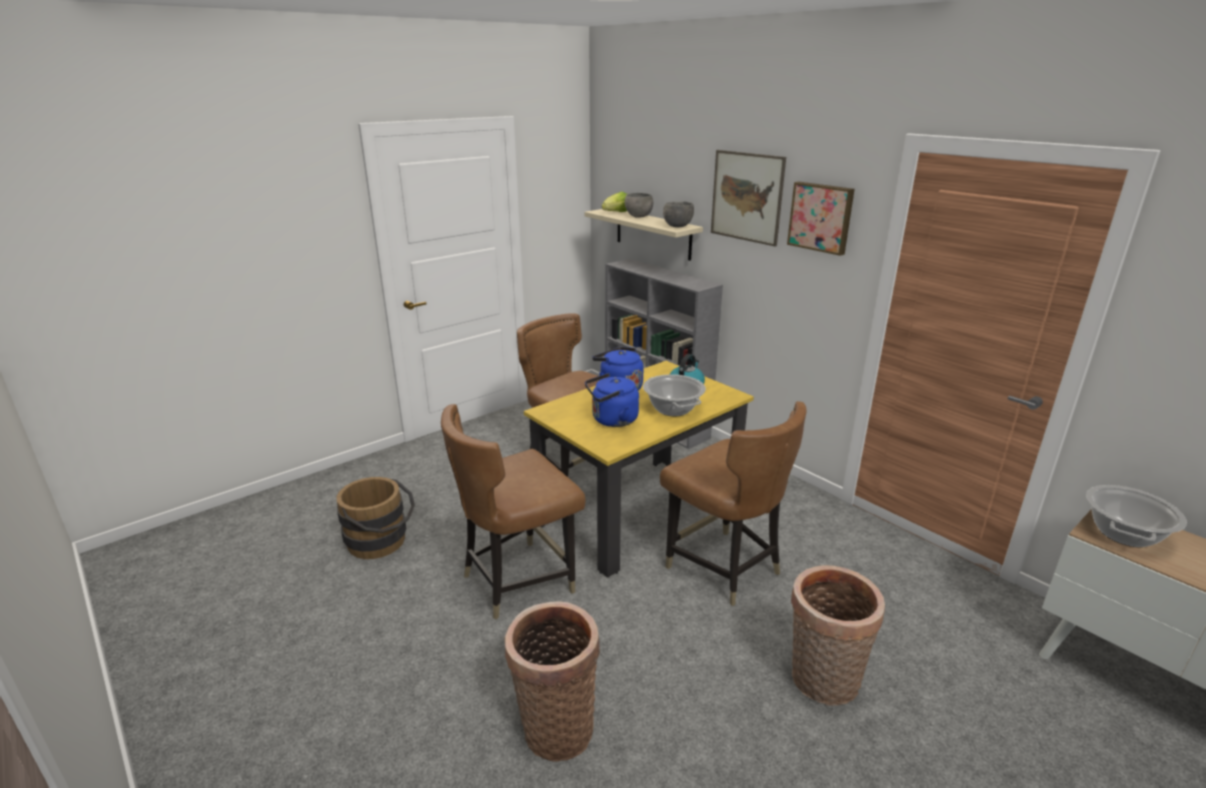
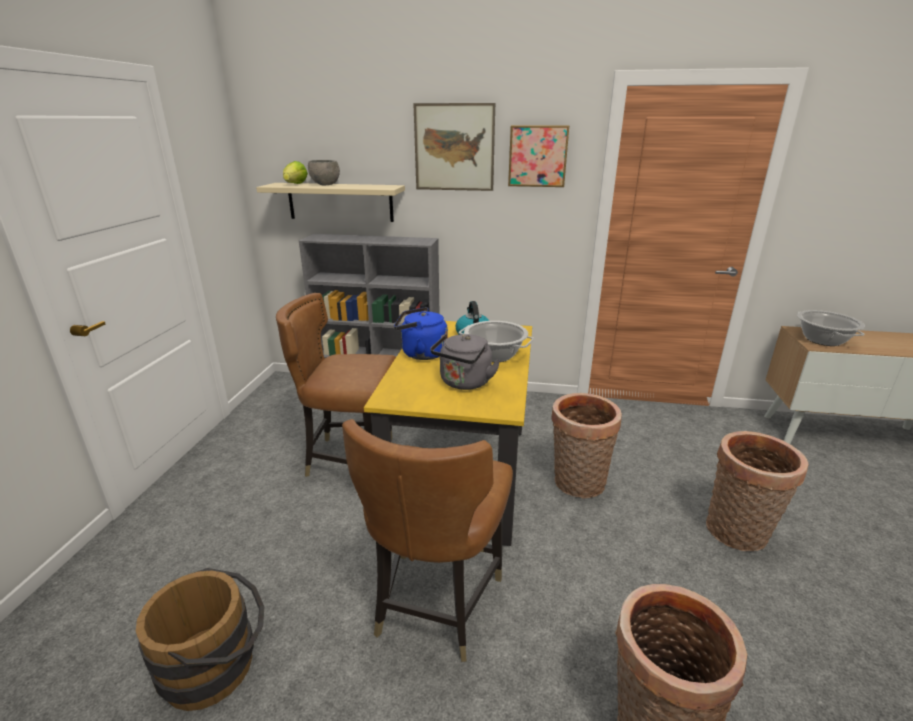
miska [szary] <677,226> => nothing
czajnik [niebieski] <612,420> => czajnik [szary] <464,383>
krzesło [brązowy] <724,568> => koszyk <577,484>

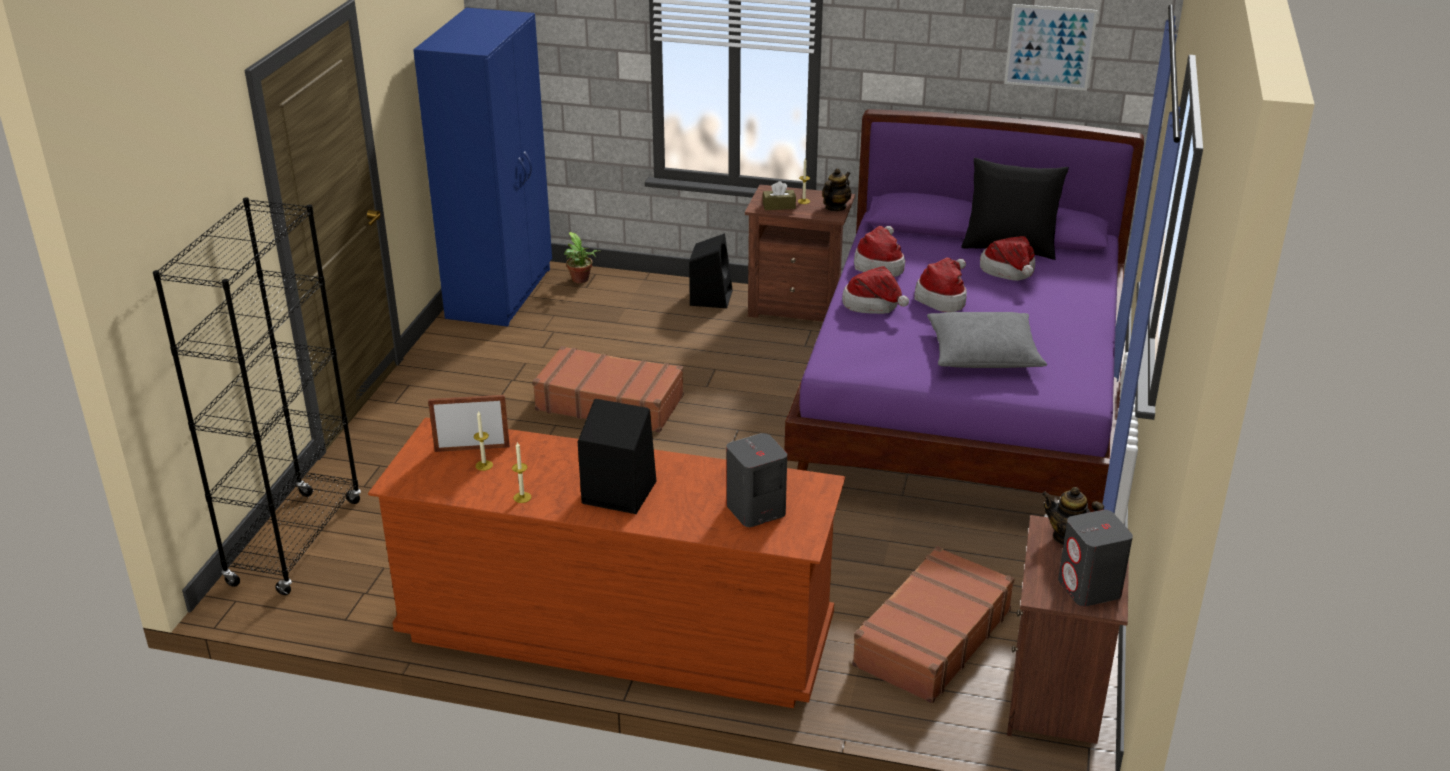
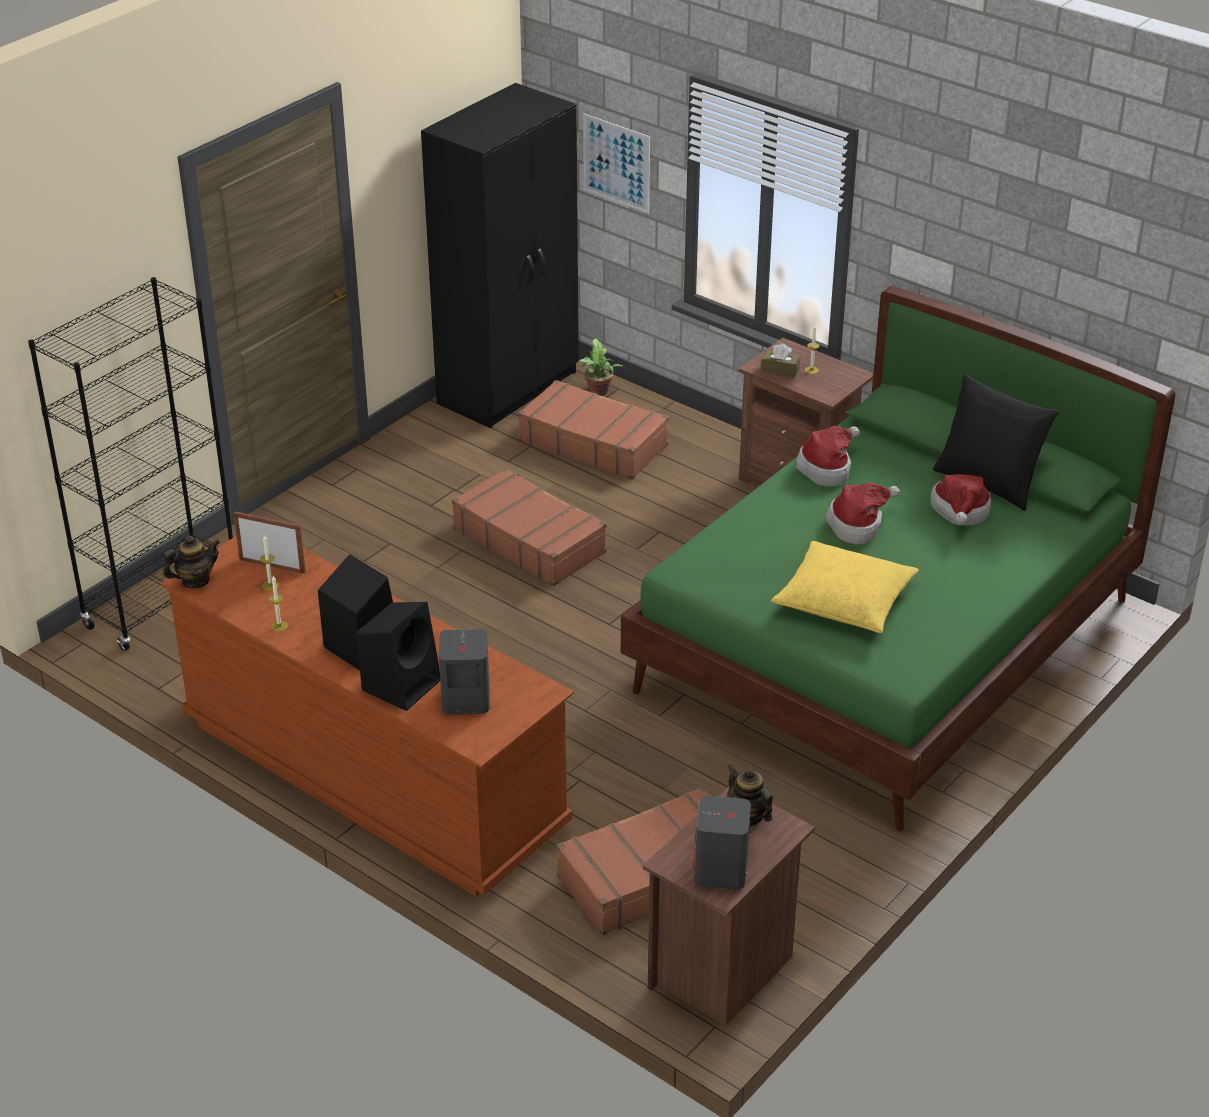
obraz <1050,47> => obraz <616,163>, move
szafa [niebieski] <501,293> => szafa [czarny] <510,388>
łóżko [fioletowy] <964,406> => łóżko [zielony] <886,645>
imbryk <835,207> => imbryk <195,581>, move
głośnik [czarny] <711,297> => głośnik [czarny] <402,683>, move
kapelusz <874,305> => nothing
poduszka [szary] <983,353> => poduszka [żółty] <844,600>
nothing => walizka [brązowy] <593,443>

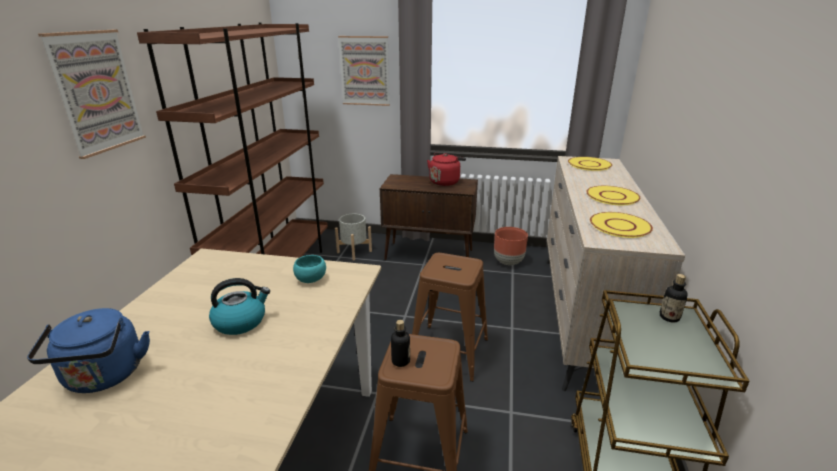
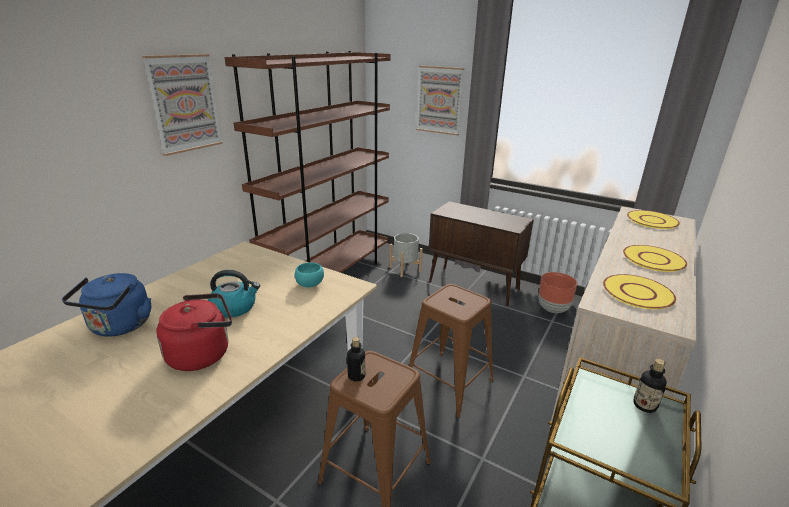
czajnik [czerwony] <445,181> => czajnik [czerwony] <203,354>, move

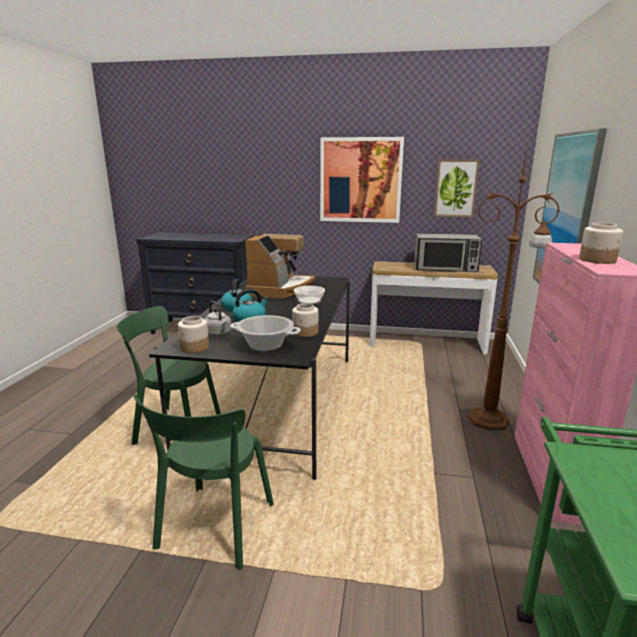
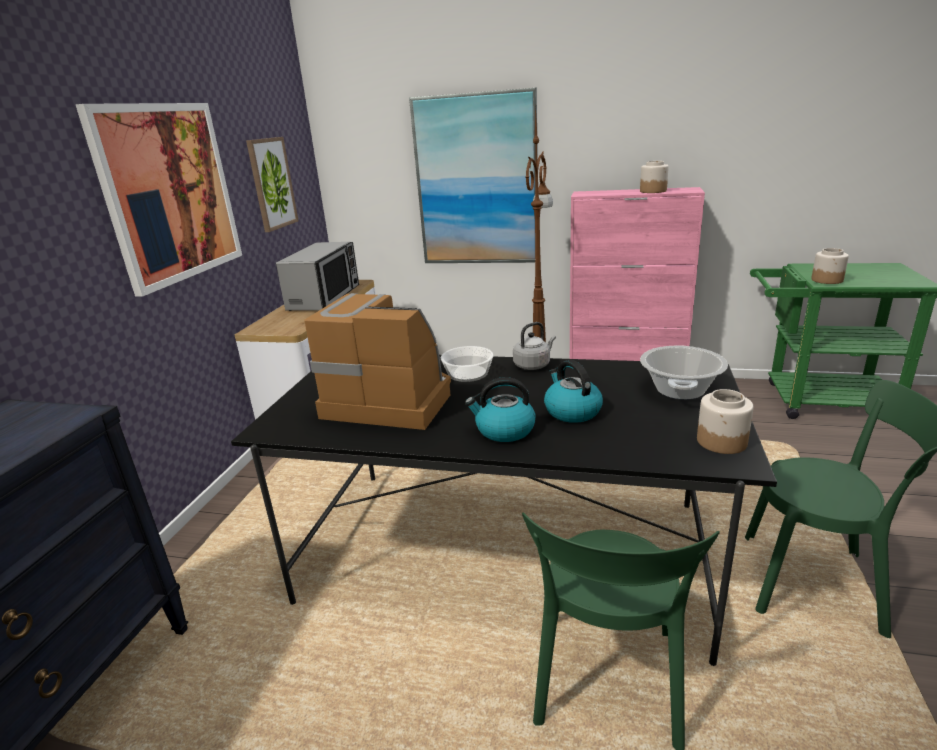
czajnik [szary] <218,334> => czajnik [szary] <533,365>, move
słoik <305,332> => słoik <827,280>, move

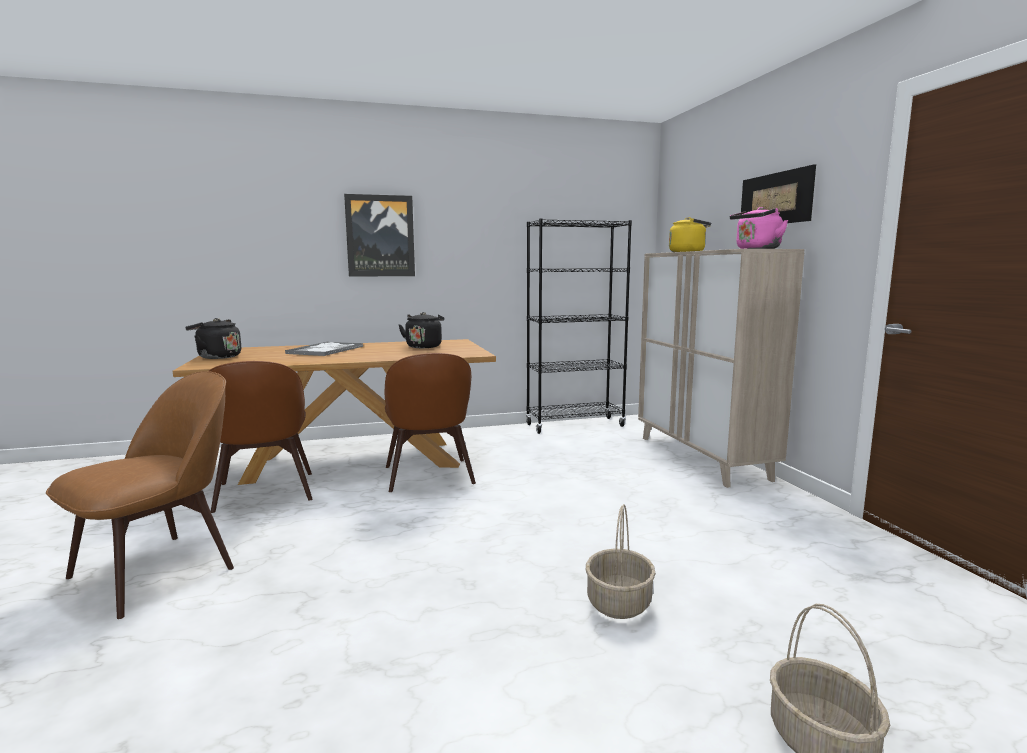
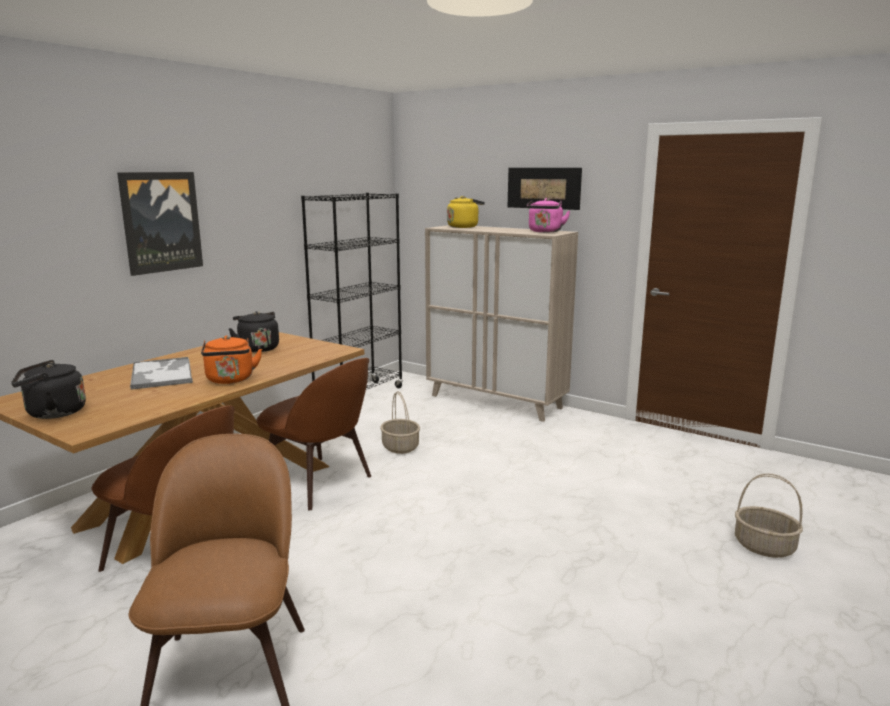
koszyk <619,603> => koszyk <401,447>, move
nothing => czajnik [pomarańczowy] <230,380>

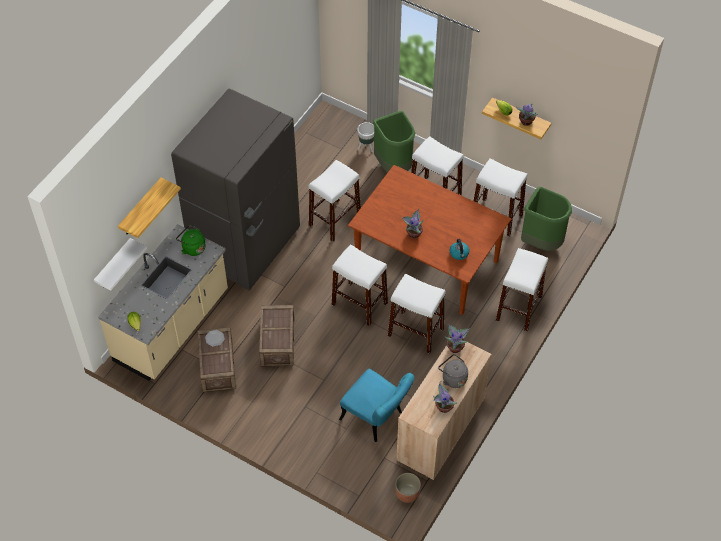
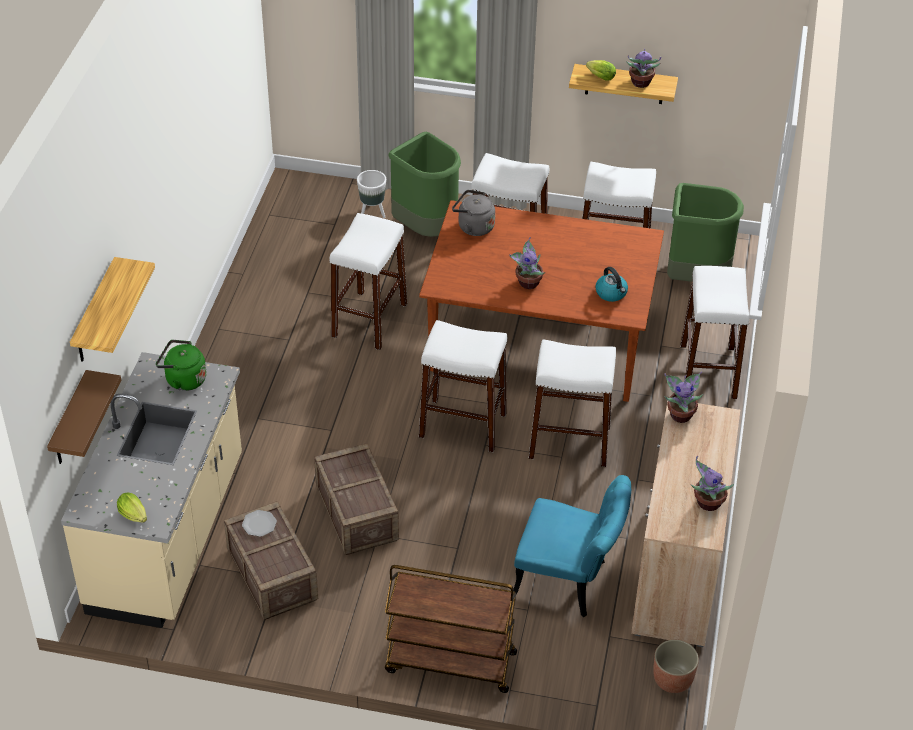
lodówka [szary] <246,246> => nothing
półka [biały] <113,265> => półka [brązowy] <69,421>
czajnik [szary] <453,378> => czajnik [szary] <473,227>, move
nothing => wózek [brązowy] <449,663>

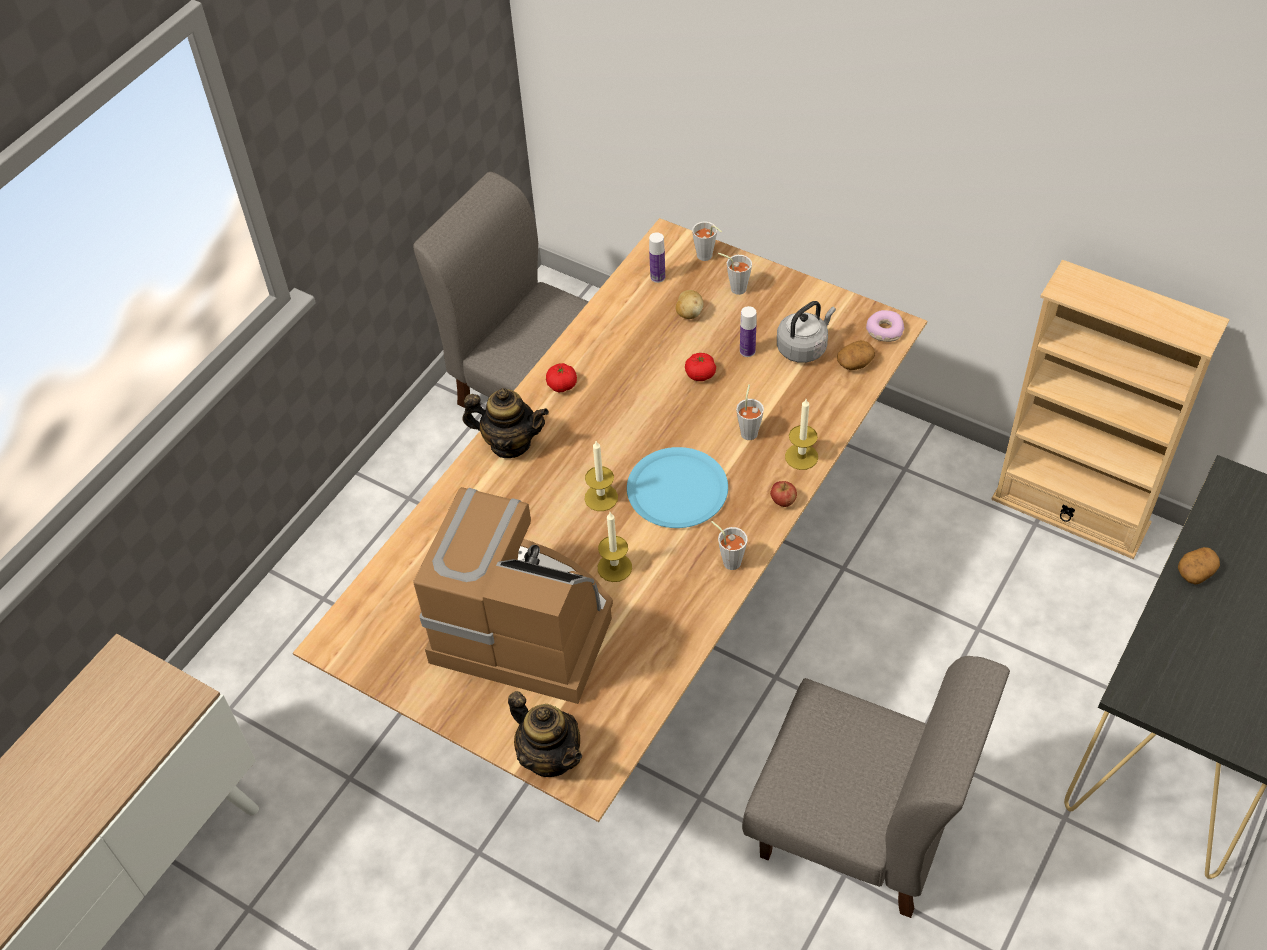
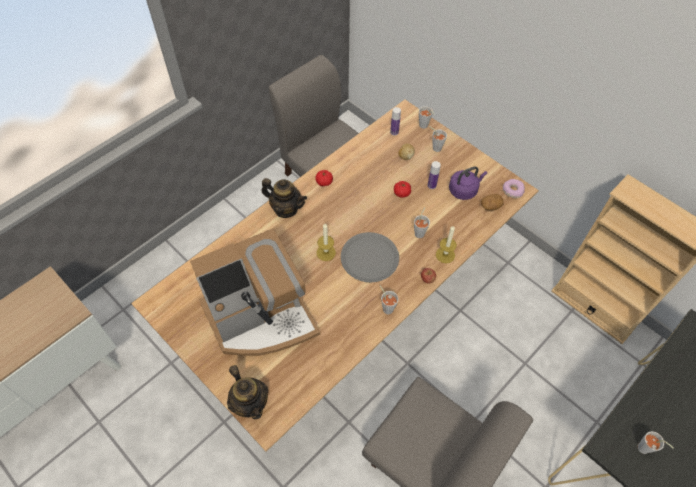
czajnik [szary] <803,347> => czajnik [fioletowy] <464,190>
talerz [niebieski] <677,489> => talerz [szary] <369,257>
ekspres do kawy <523,624> => ekspres do kawy <260,318>, 120 degrees clockwise
świeca <614,567> => nothing
ziemniak <1195,571> => nothing
nothing => filiżanka [szary] <645,450>

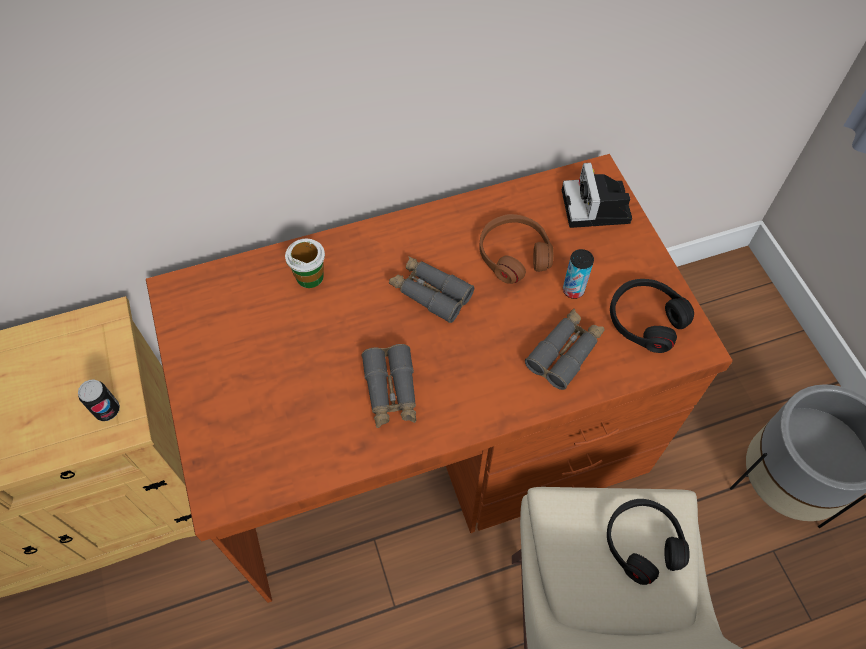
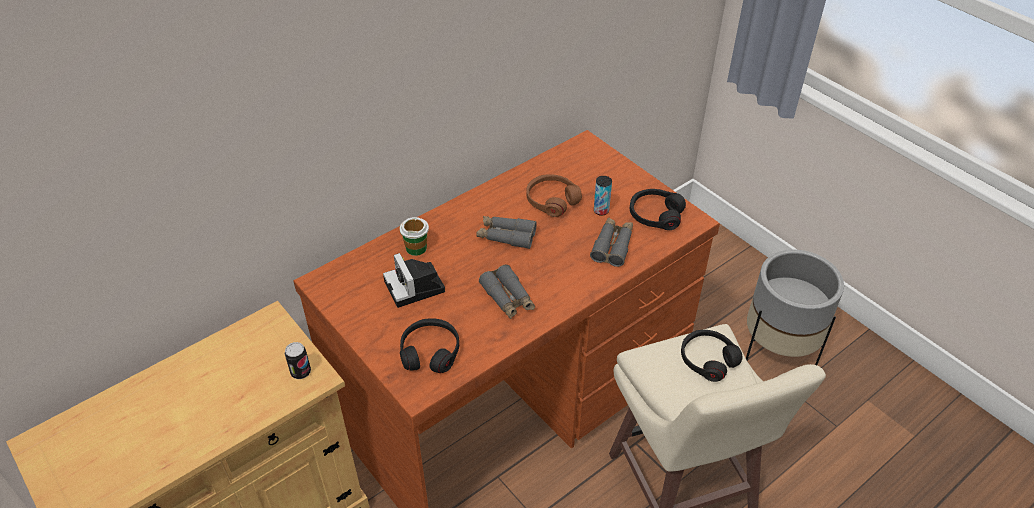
aparat fotograficzny <597,208> => aparat fotograficzny <416,287>, move
nothing => słuchawki [czarny] <430,351>

